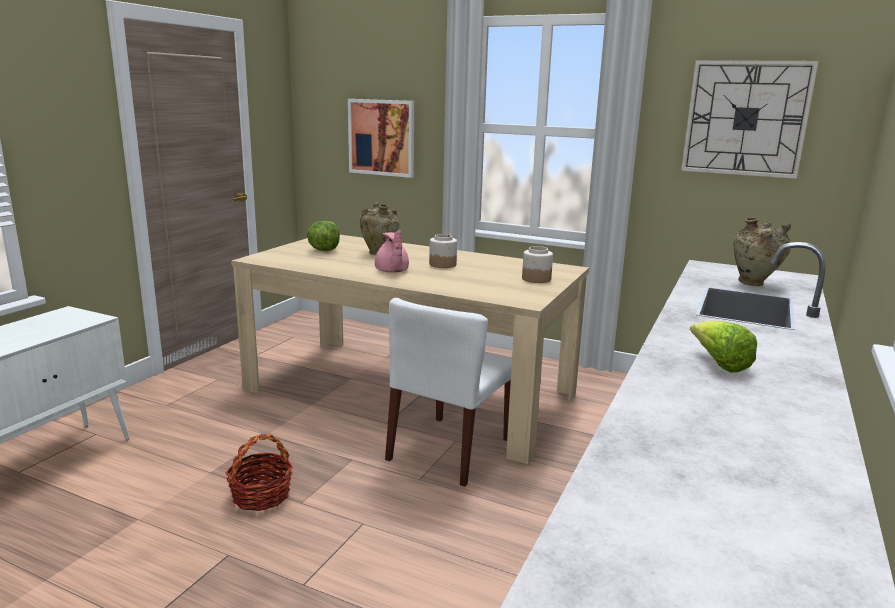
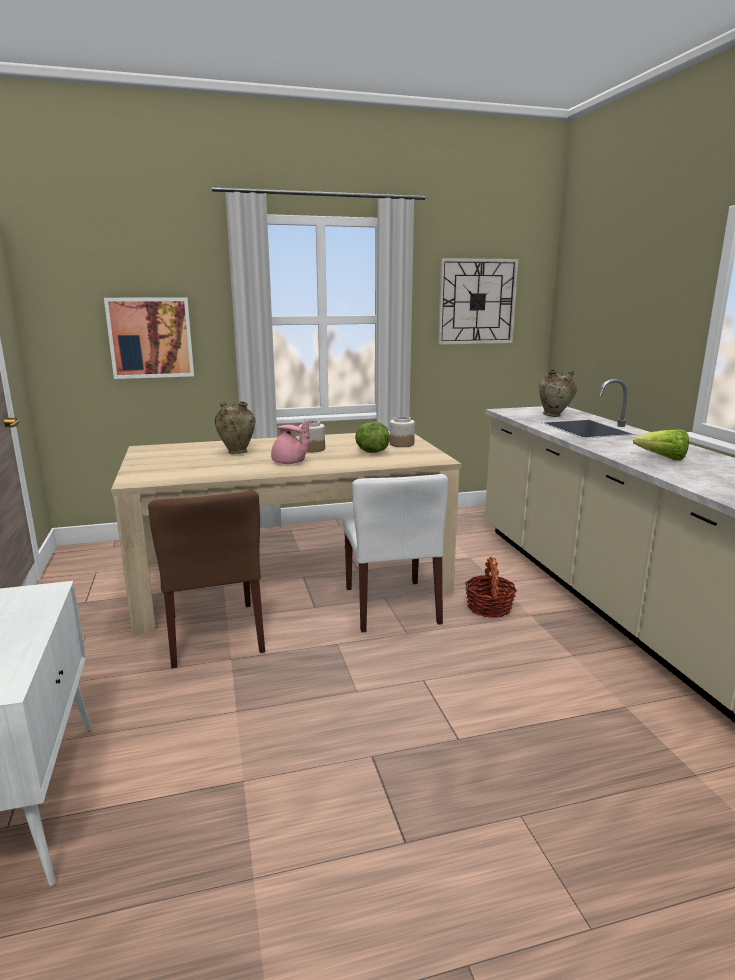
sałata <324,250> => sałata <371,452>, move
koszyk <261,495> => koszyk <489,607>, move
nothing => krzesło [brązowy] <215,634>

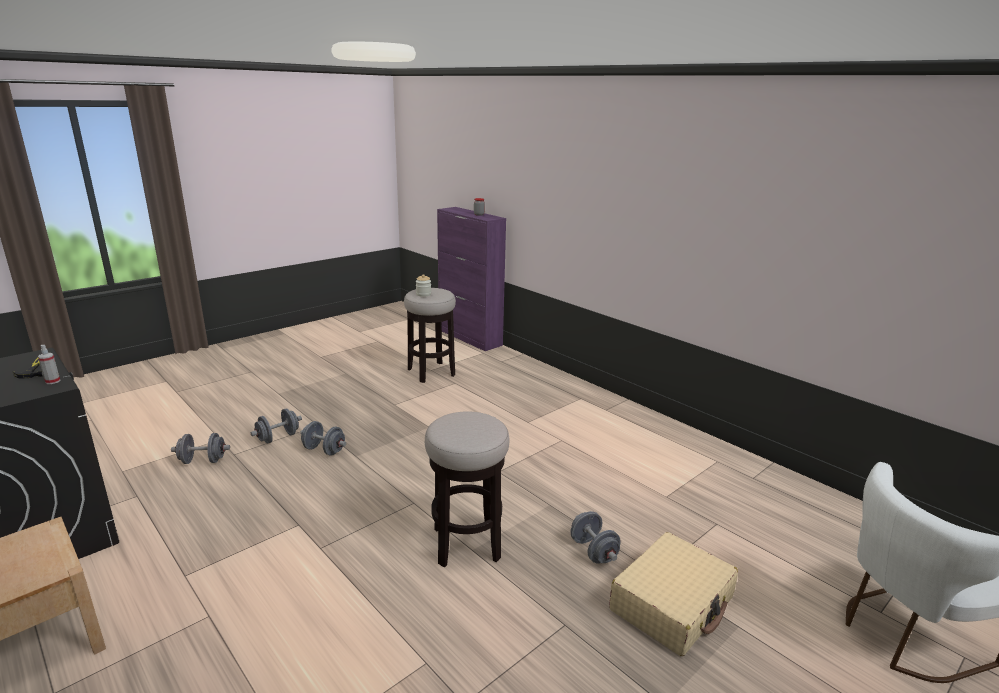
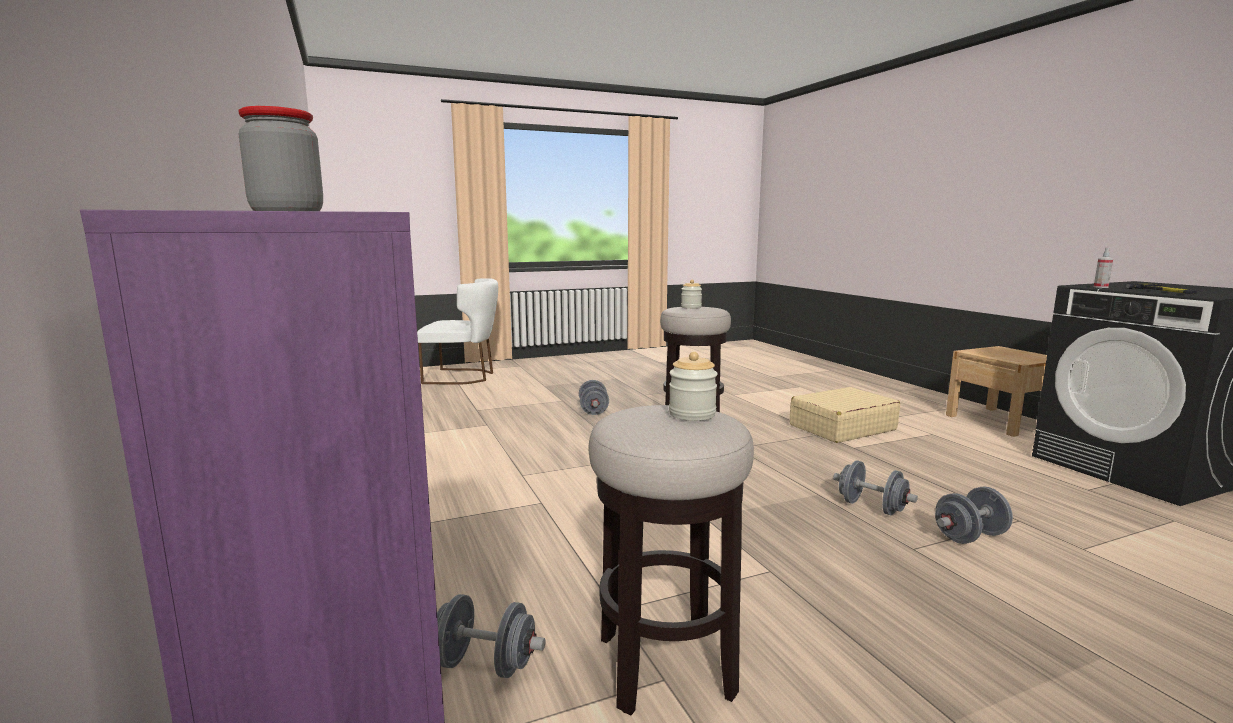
hantel [szary] <203,461> => hantel [szary] <485,664>, move
walizka [beżowy] <672,604> => walizka [beżowy] <841,427>, move
nothing => słoik <691,307>

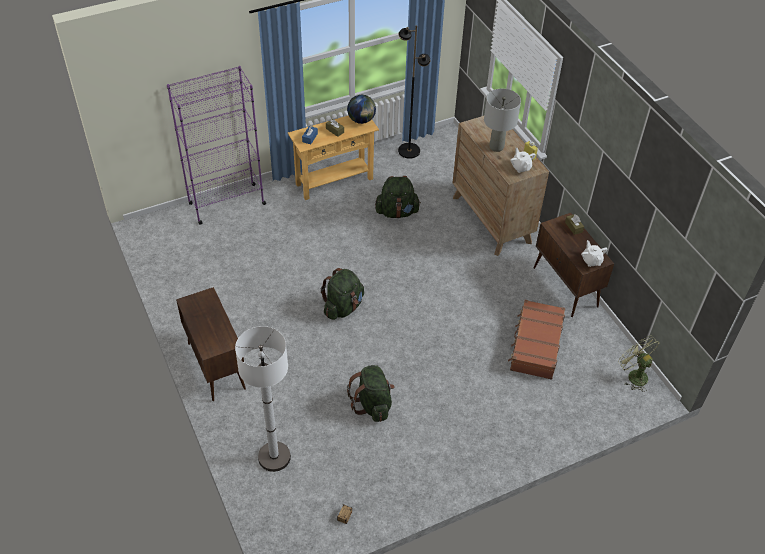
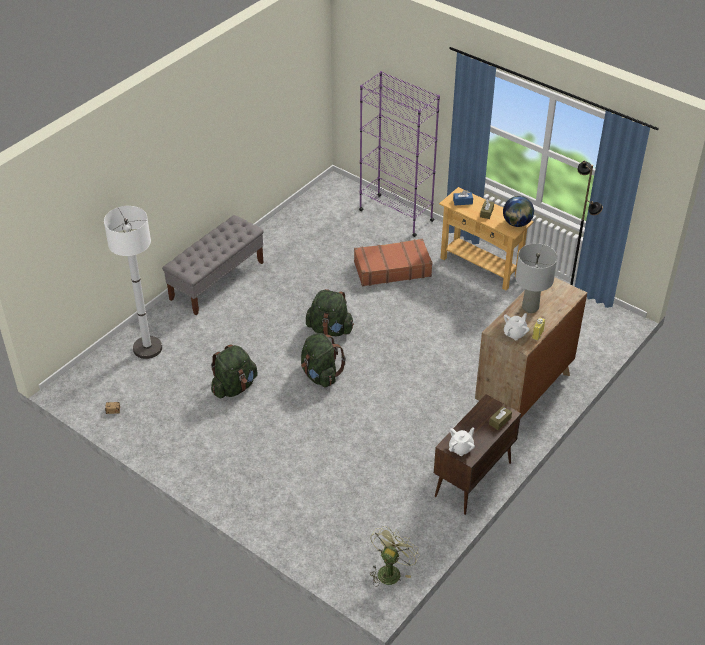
plecak [zielony] <397,212> => plecak [zielony] <320,375>, move
szafka [brązowy] <216,365> => ławka [szary] <217,280>
walizka [brązowy] <535,345> => walizka [brązowy] <392,269>, move

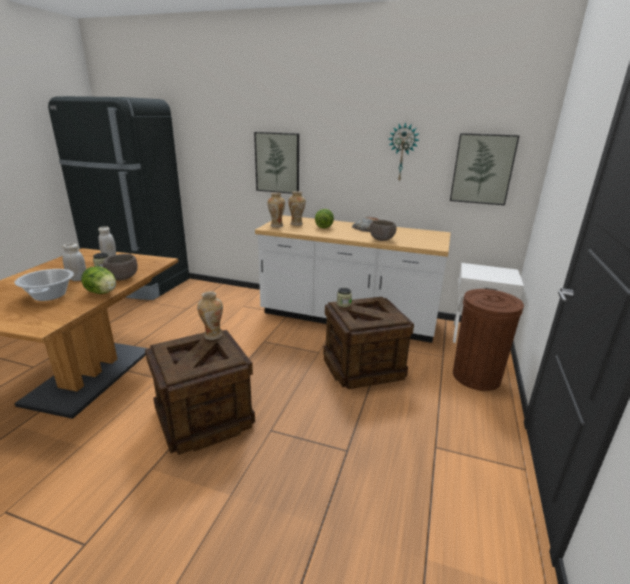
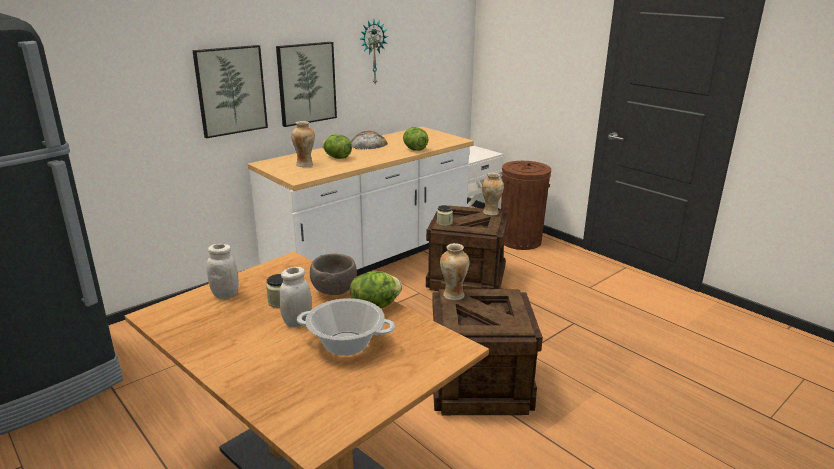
obraz <482,169> => obraz <306,83>, move
wazon <276,226> => wazon <491,213>, move
miska [brązowy] <381,240> => sałata <414,149>

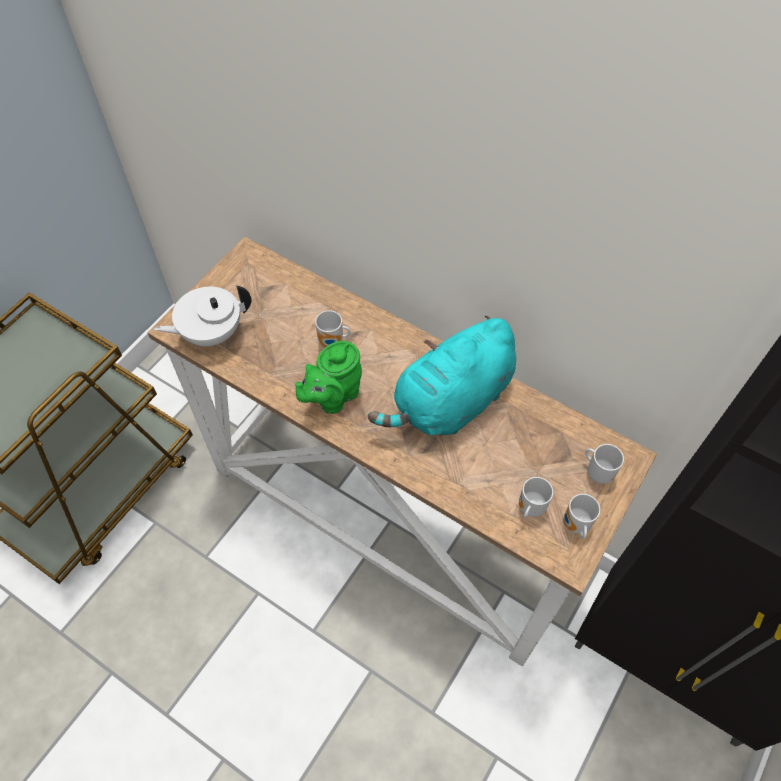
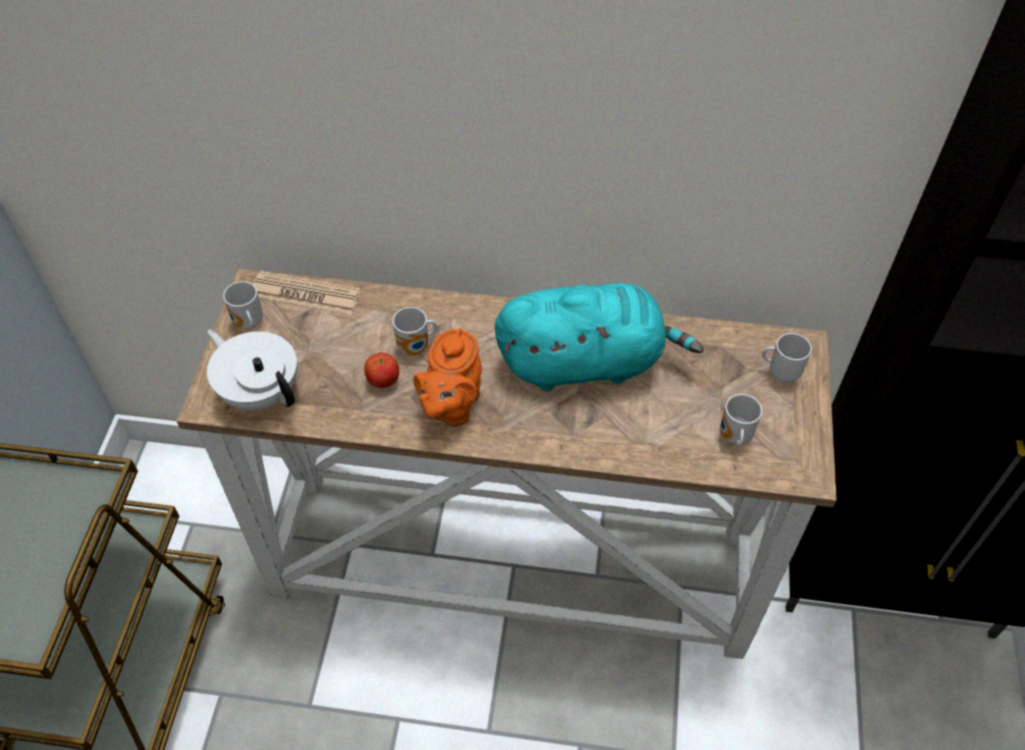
imbryk [biały] <211,333> => imbryk [biały] <260,391>, 90 degrees clockwise
pluszak [turkusowy] <450,402> => pluszak [turkusowy] <586,362>, 120 degrees counterclockwise
imbryk [zielony] <333,396> => imbryk [pomarańczowy] <451,406>
kubek <575,525> => kubek <248,324>, move
nothing => gazeta <306,294>
nothing => jabłko <383,380>

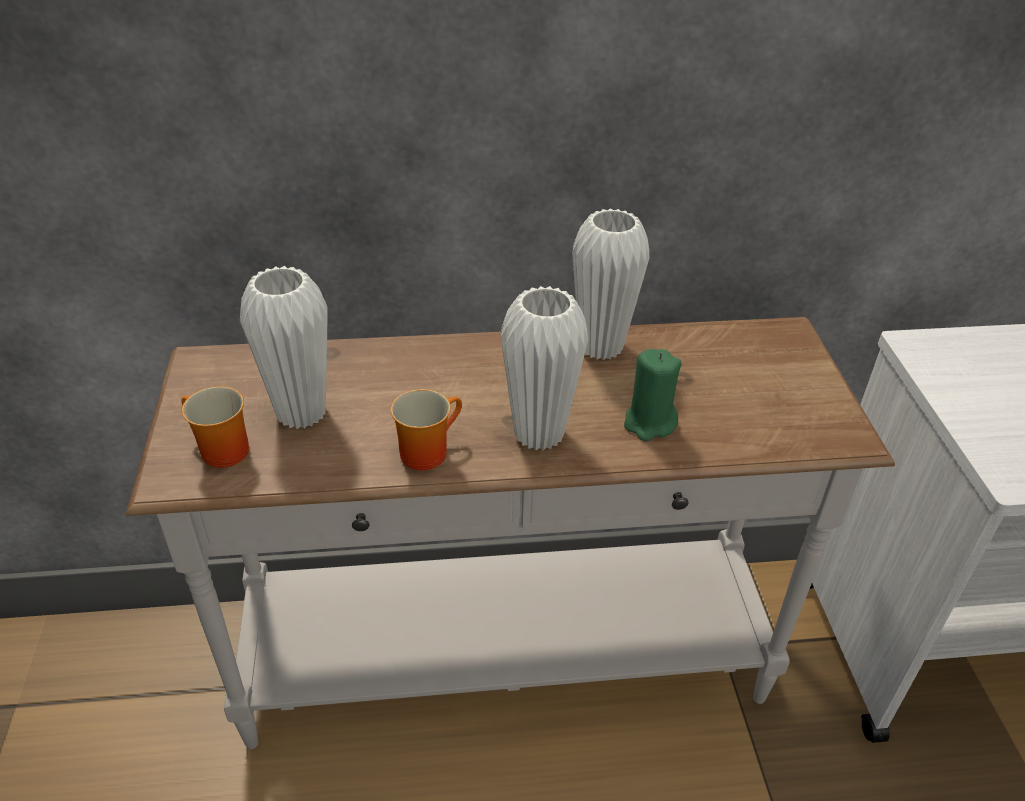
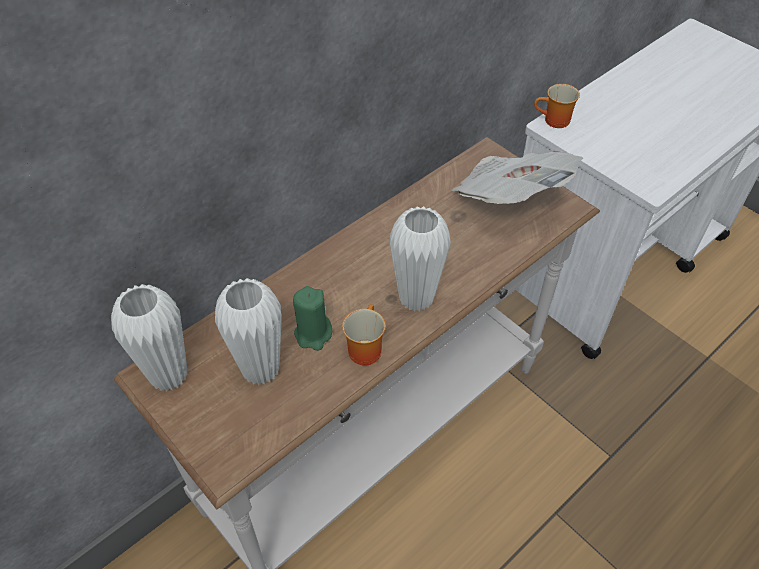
wazon [biały] <600,346> => wazon [biały] <169,375>, move
świeca [zielony] <649,423> => świeca [zielony] <313,334>, move
kubek <218,451> => kubek <554,122>, move
nothing => gazeta <510,197>

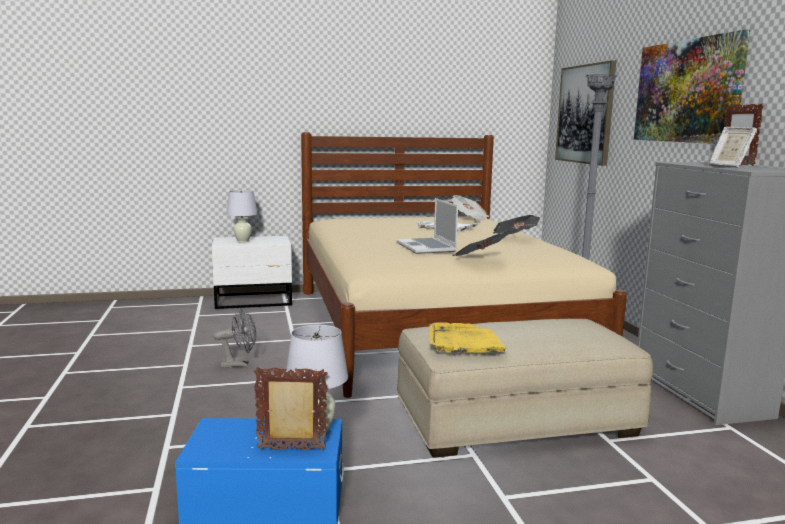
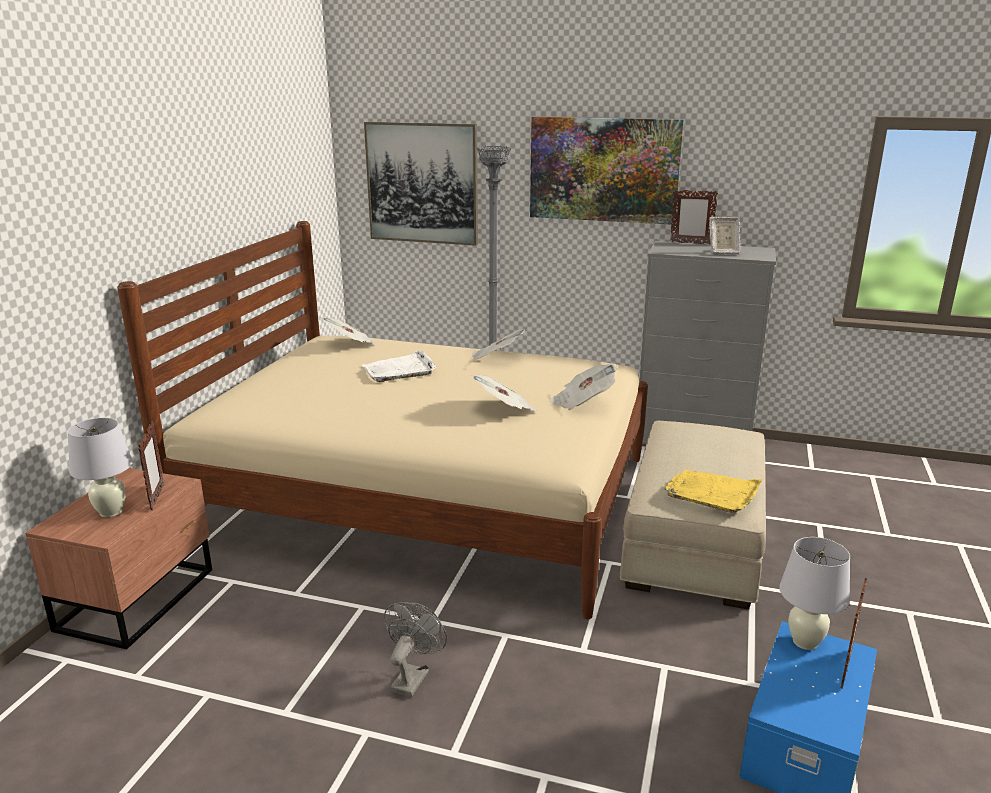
laptop <427,247> => gazeta <504,409>
szafka nocna [biały] <254,301> => szafka nocna [brązowy] <140,598>
nothing => ramka na zdjęcie <157,497>

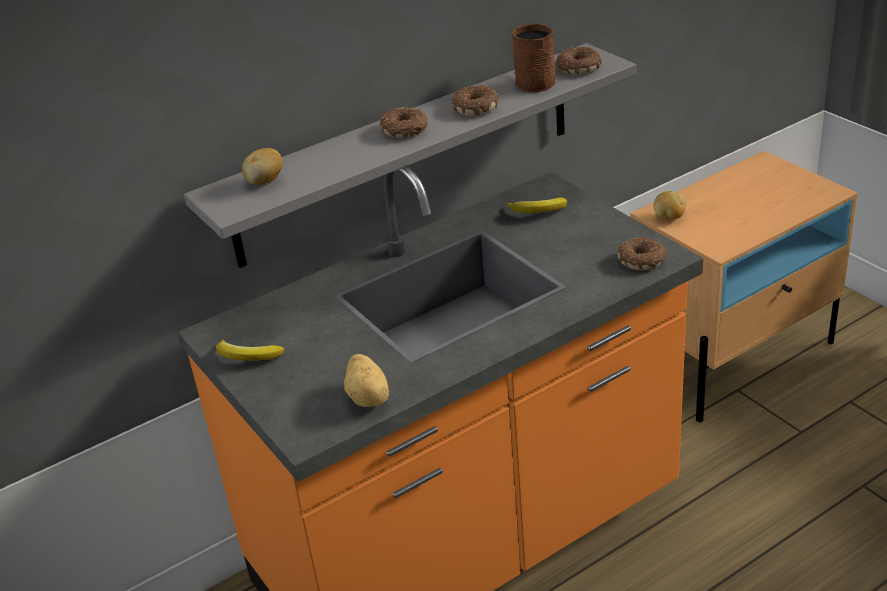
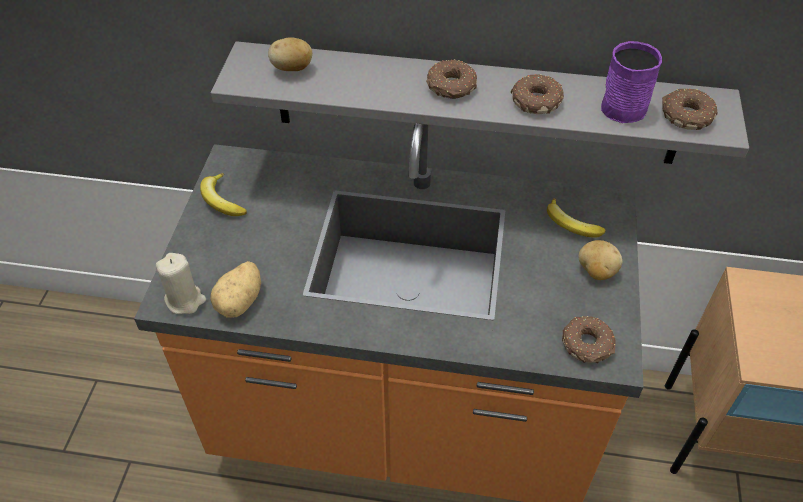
kubek [brązowy] <532,81> => kubek [fioletowy] <625,103>
ziemniak <669,217> => ziemniak <596,271>, move
nothing => świeca [beżowy] <185,300>

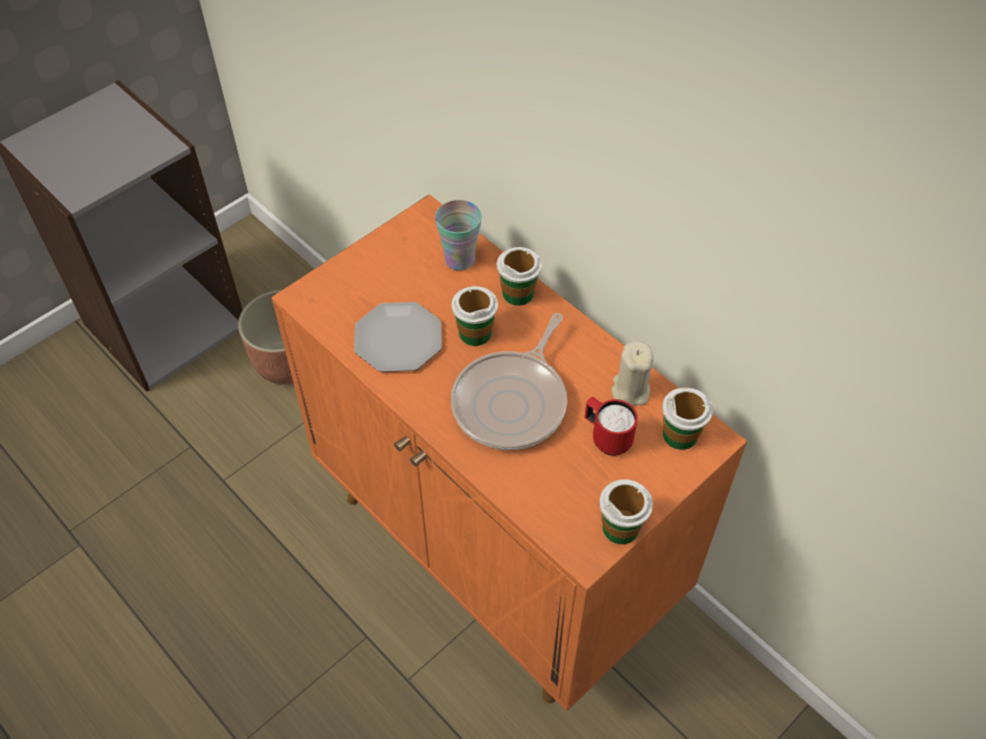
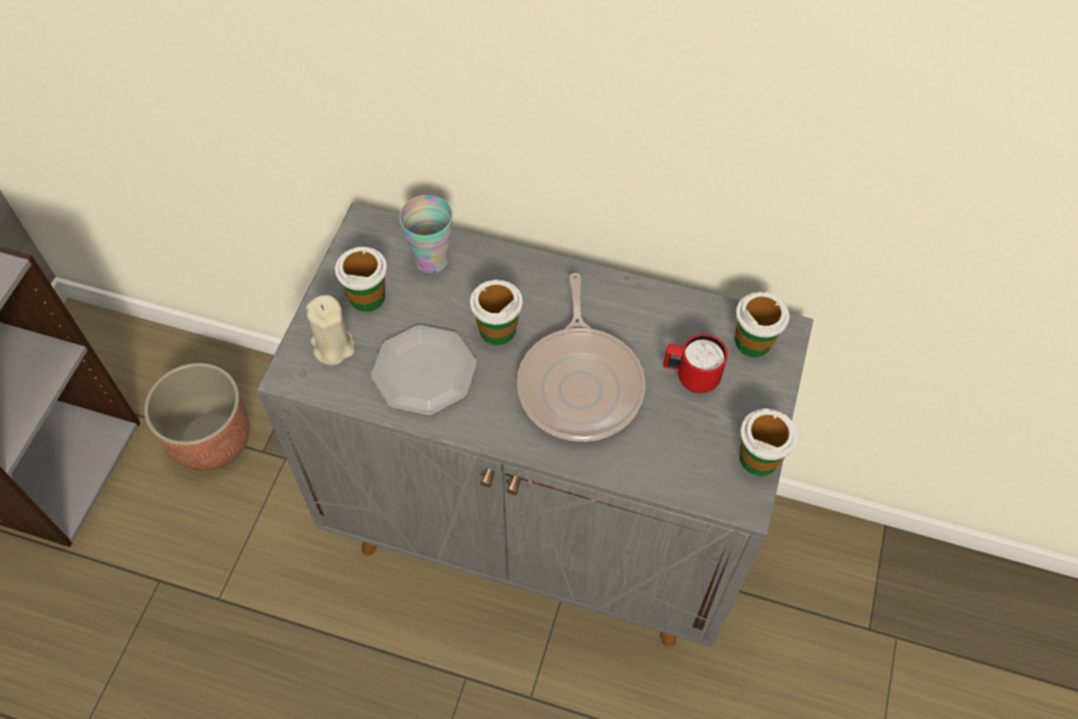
szafka [pomarańczowy] <498,550> => szafka [szary] <541,526>
filiżanka <518,293> => filiżanka <367,296>, move
świeca [beżowy] <630,390> => świeca [beżowy] <333,346>, move

